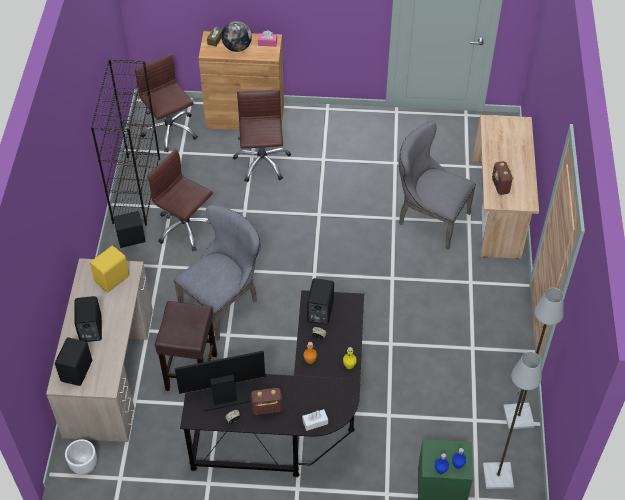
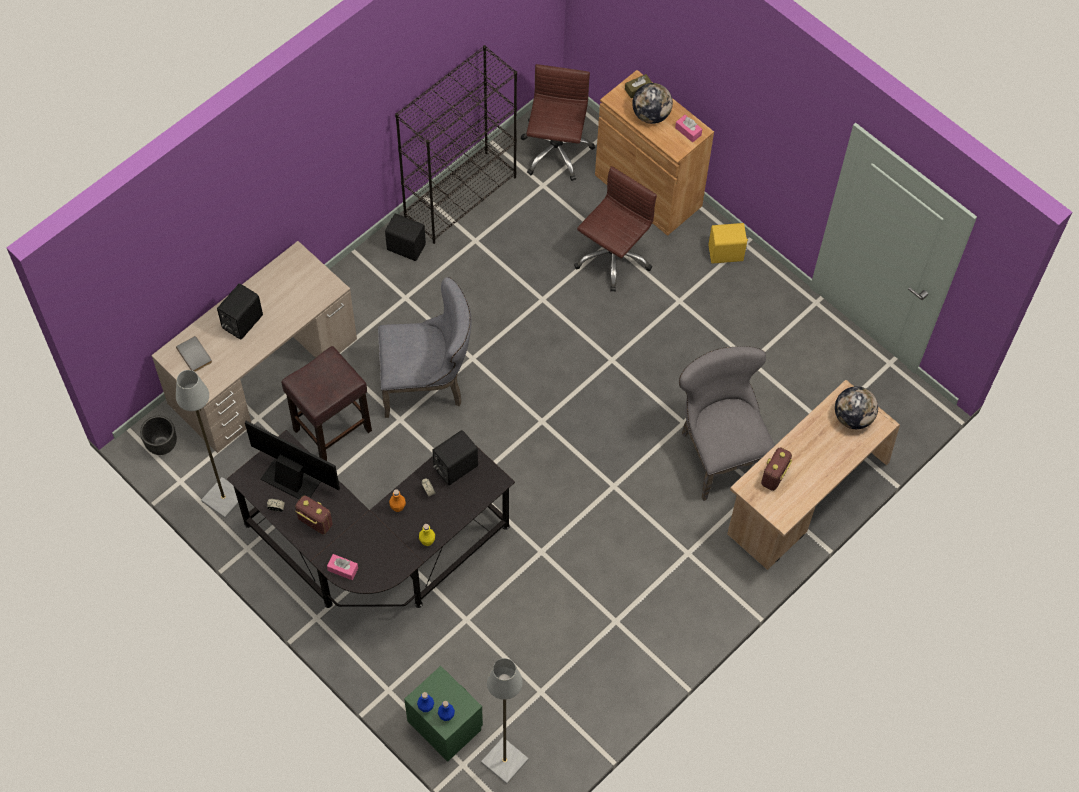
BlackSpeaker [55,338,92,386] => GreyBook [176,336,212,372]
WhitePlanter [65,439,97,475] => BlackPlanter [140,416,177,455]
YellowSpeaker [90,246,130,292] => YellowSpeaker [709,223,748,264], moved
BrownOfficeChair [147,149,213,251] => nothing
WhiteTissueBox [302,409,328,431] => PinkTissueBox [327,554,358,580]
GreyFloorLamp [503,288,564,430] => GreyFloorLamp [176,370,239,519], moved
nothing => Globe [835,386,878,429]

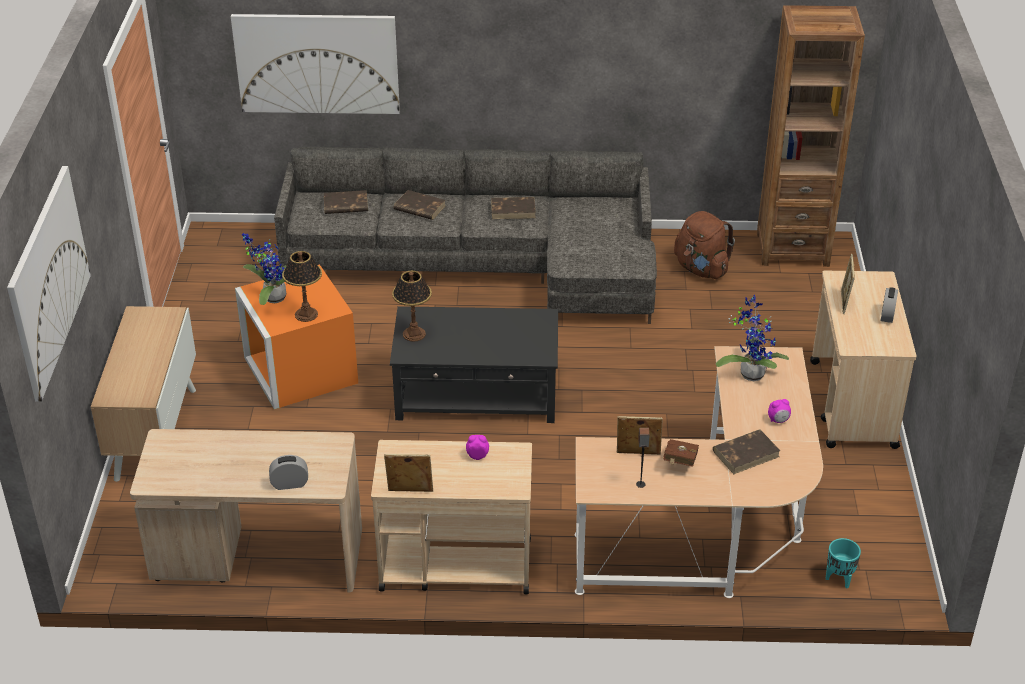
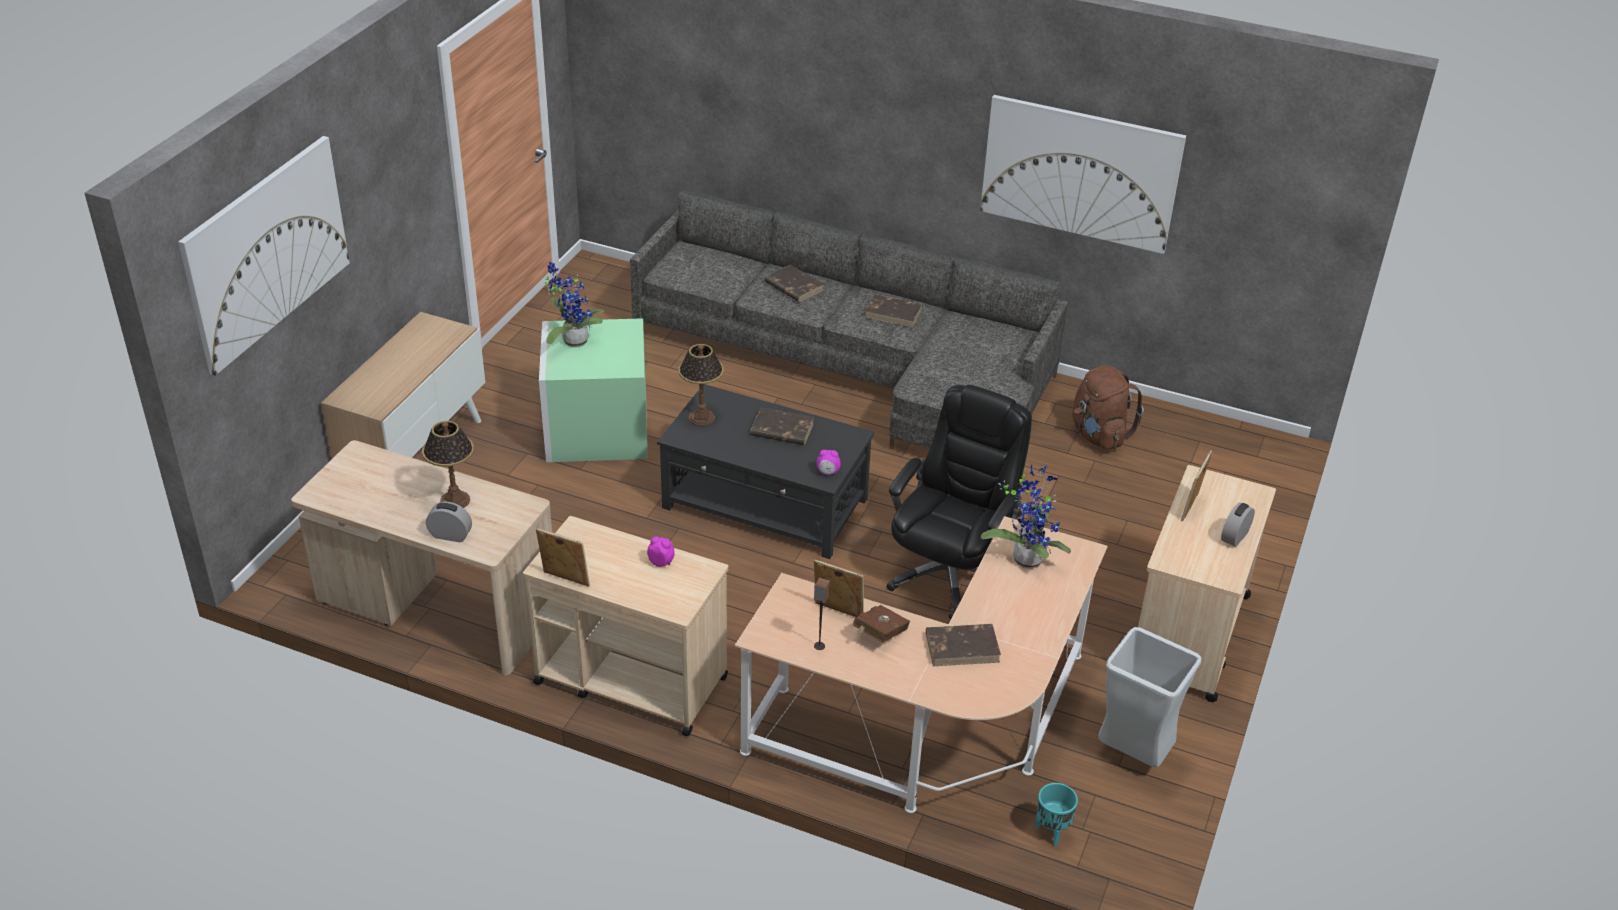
Picture [231,14,400,114] => Picture [980,95,1186,254], moved
OrangeStorageBox [235,264,358,409] => GreenStorageBox [539,318,648,462]
TableLamp [282,251,322,322] => TableLamp [422,421,474,508], moved
BrownBook [324,190,368,214] => BrownBook [750,407,814,445], moved
BrownBookcase [757,5,865,267] => nothing
AlarmClock [768,399,791,423] => AlarmClock [816,450,841,475], moved
nothing => BlackOfficeChair [886,385,1032,619]
nothing => GreyTrashCan [1098,627,1202,767]

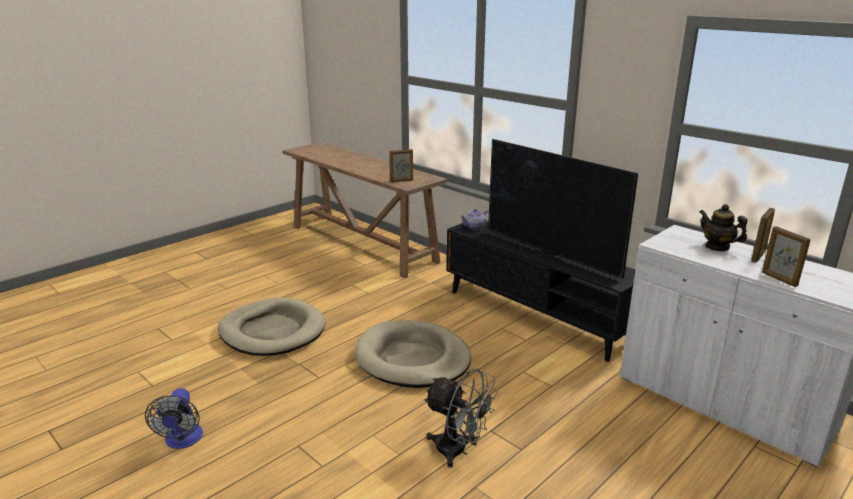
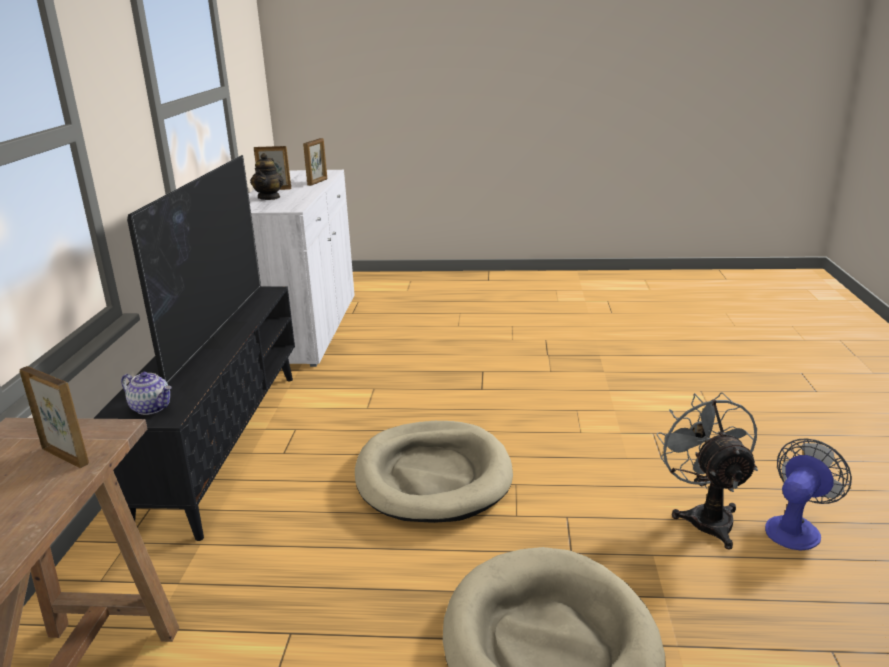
GreyFan [424,369,498,468] => GreyFan [656,392,758,550], moved

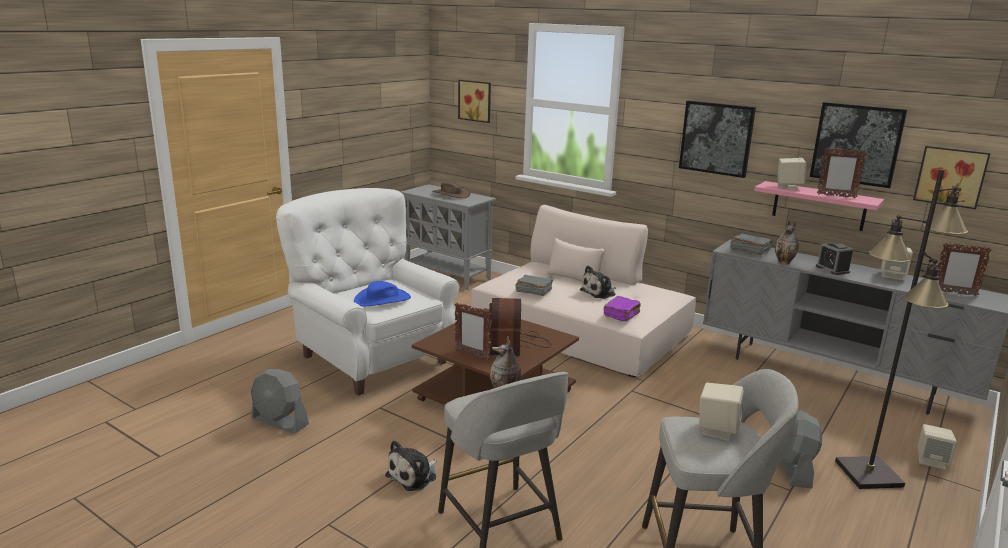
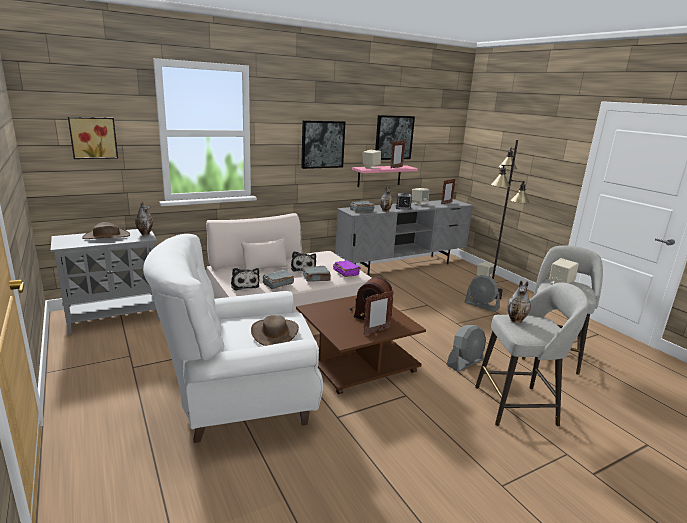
GreyFan [251,369,309,434] => GreyFan [447,325,486,372], moved
BlueHat [354,281,411,306] => BrownHat [251,315,299,346]
PlushToy [385,440,437,491] => PlushToy [231,268,259,291], moved
Picture [913,146,991,209] => nothing
nothing => Vase [135,201,153,236]
nothing => GreyBook [302,266,331,282]

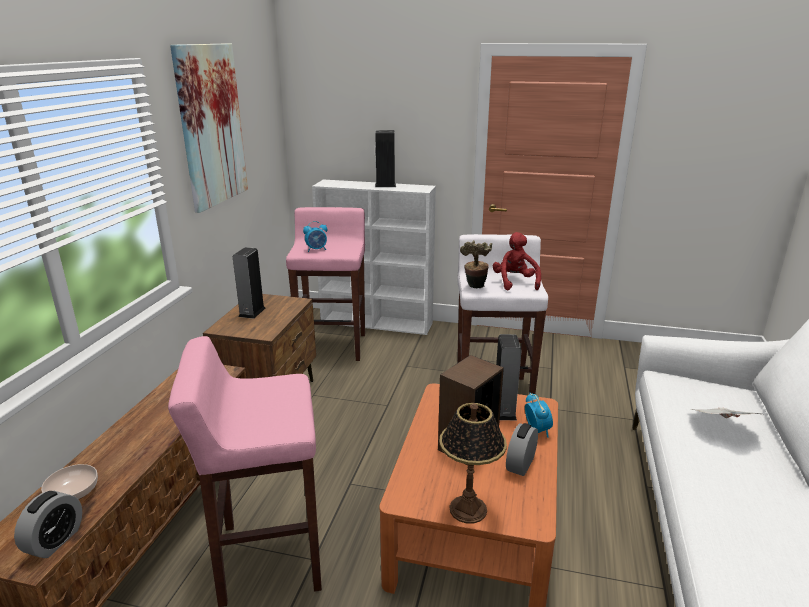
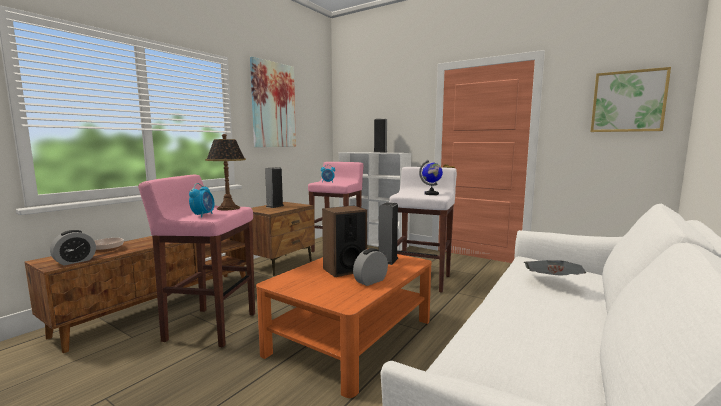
TableLamp [439,403,507,523] => TableLamp [205,134,246,210], moved
PottedPlant [460,240,492,288] => nothing
RedPlushToy [493,232,541,290] => Globe [419,160,443,195]
AlarmClock [525,393,553,438] => AlarmClock [189,183,215,218], moved
nothing => Picture [591,67,671,132]

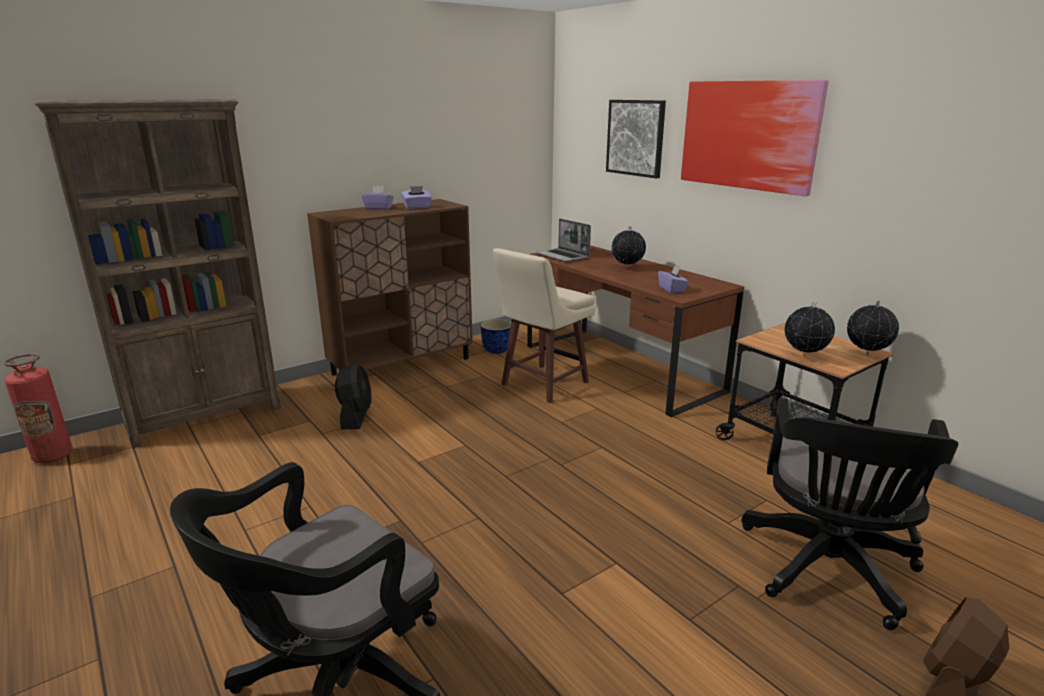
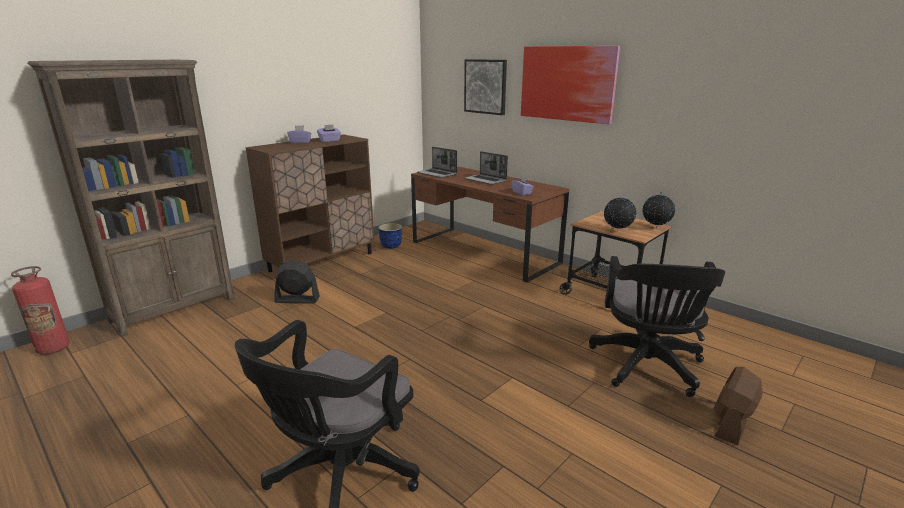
BlackFan [335,363,372,429] => BlackFan [274,261,320,304], 75 degrees counterclockwise
BeigeStool [493,248,596,403] => nothing
Globe [612,226,646,269] => Laptop [465,151,508,185]

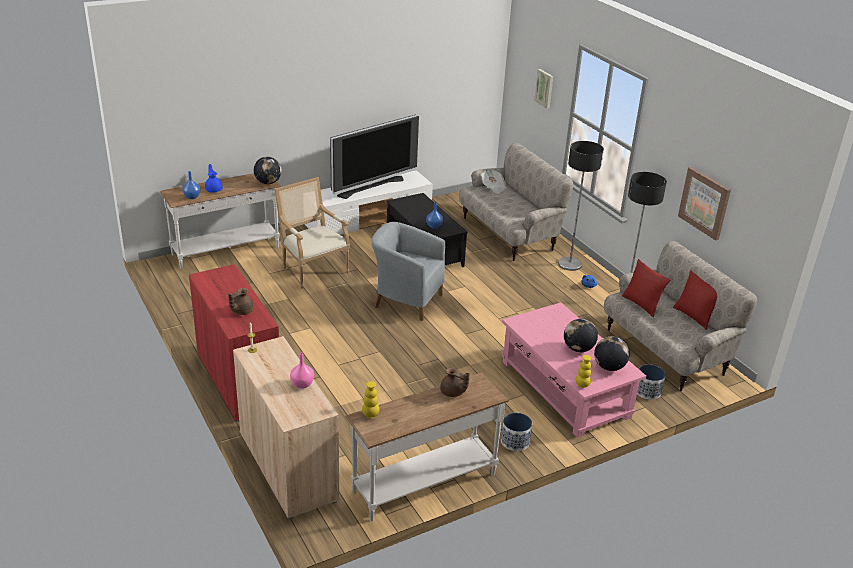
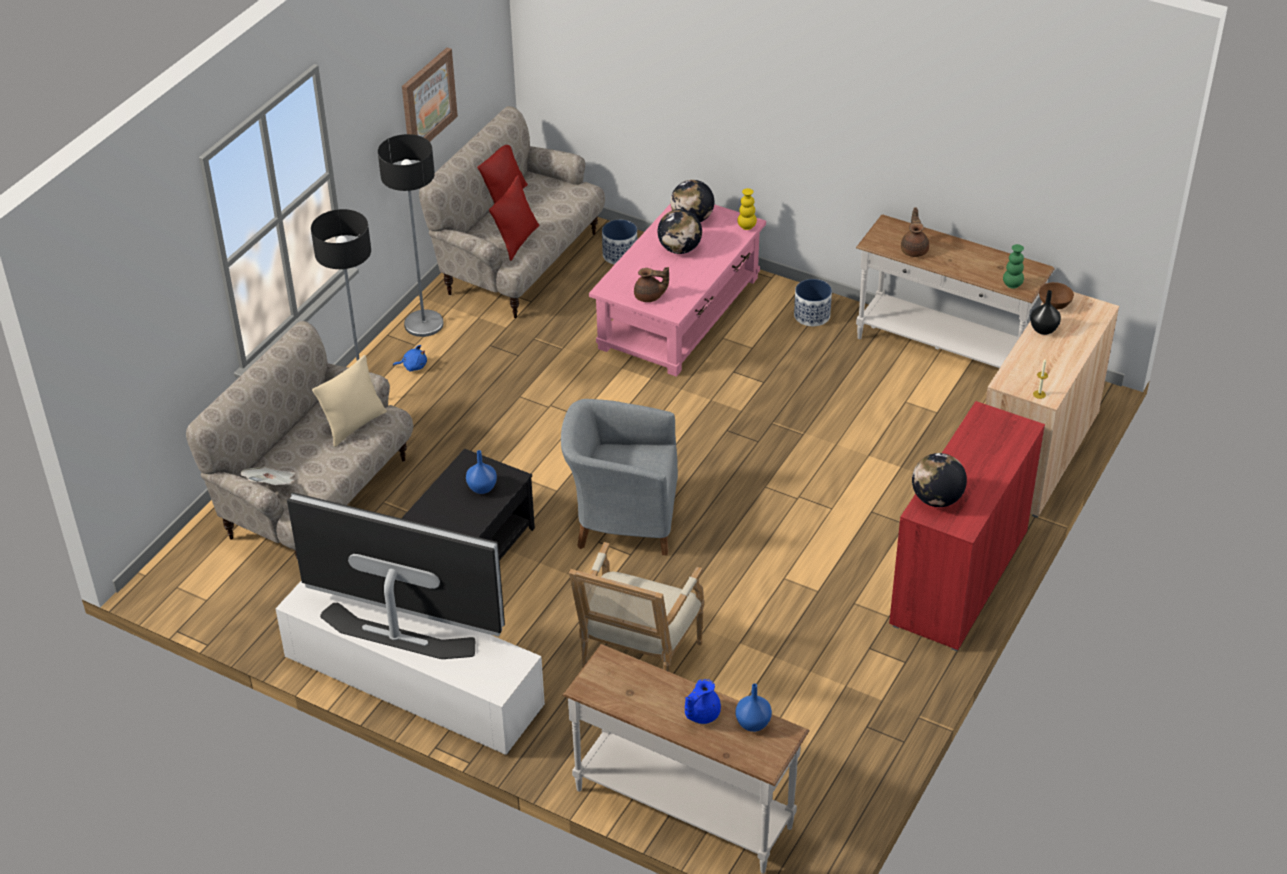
BrownTeapot [228,288,254,315] => BrownTeapot [634,267,669,302], moved
Globe [254,157,282,184] => Globe [912,453,967,507], moved
PinkVase [290,352,314,389] => BlackVase [1030,290,1061,335]
YellowVase [362,381,379,418] => GreenVase [1003,244,1024,289]
GreyArmchair [371,222,446,321] => GreyArmchair [561,399,678,555], 105 degrees clockwise
Picture [534,69,553,109] => nothing
nothing => BeigePillow [312,355,387,447]
nothing => BrownBowl [1039,282,1074,309]

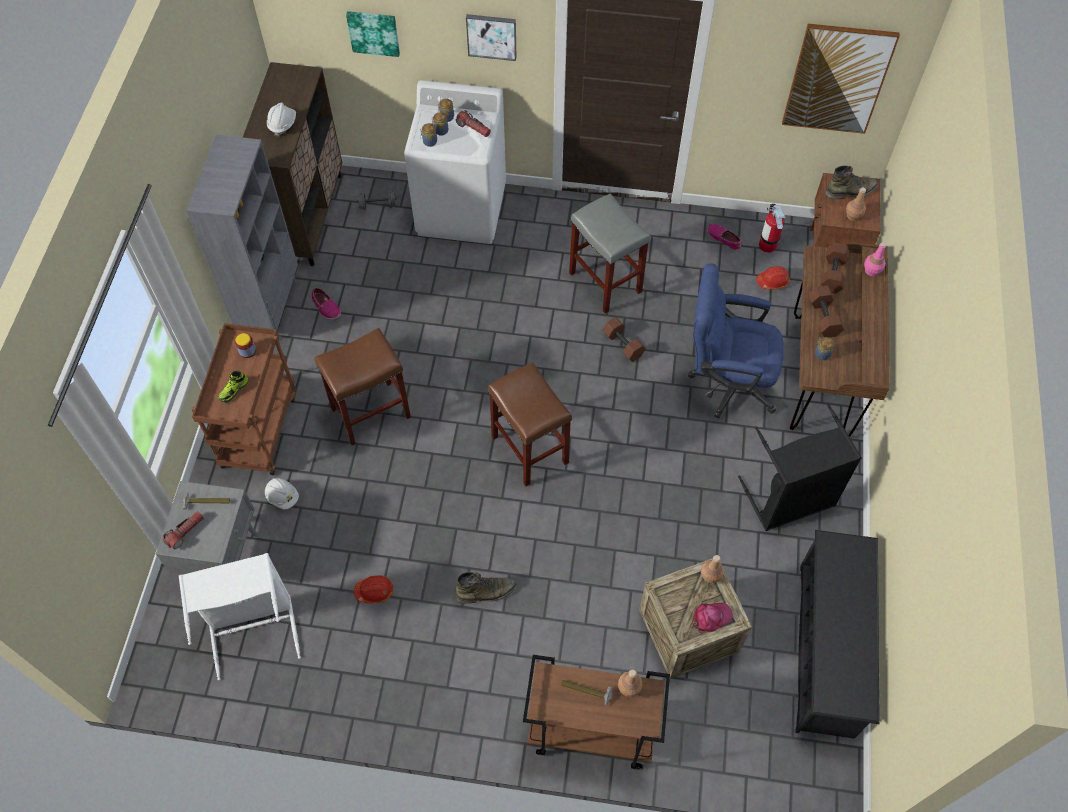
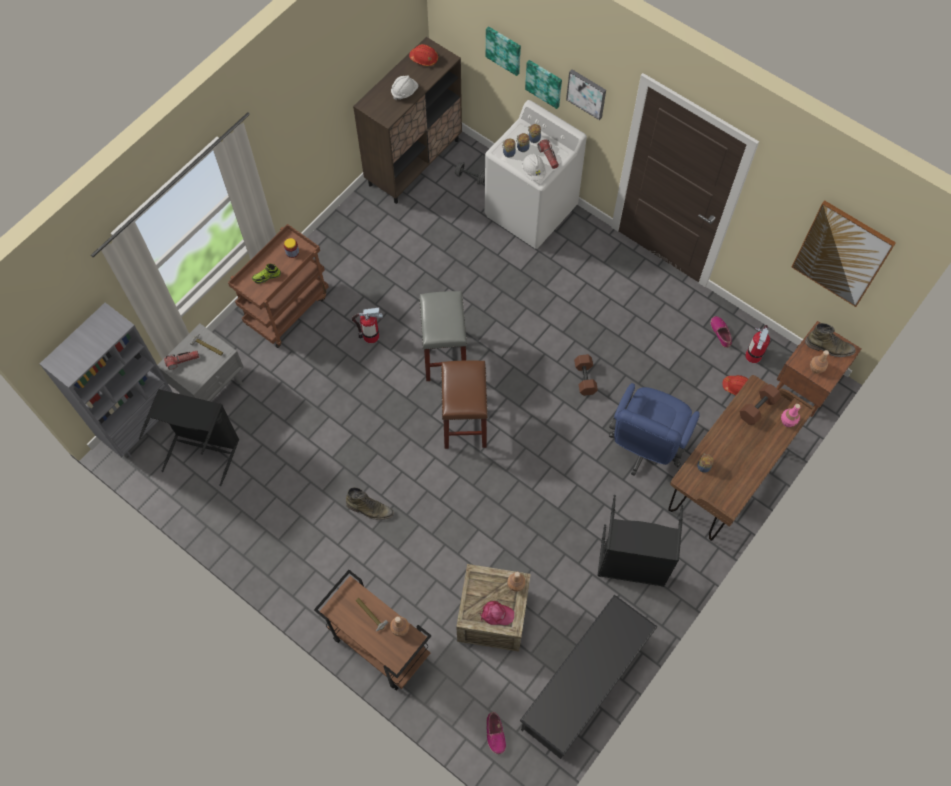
WhiteLaundryBasket [179,553,301,680] => BlackLaundryBasket [139,389,239,486]
GreyBookcase [186,135,298,340] => GreyBookcase [40,302,172,458], moved
WhiteHardHat [265,478,299,509] => WhiteHardHat [522,154,546,181], moved
Shoe [312,288,341,319] => Shoe [486,712,506,754], moved
BrownStool [314,328,411,446] => FireExtinguisher [352,307,383,343]
RedHardHat [354,575,393,603] => RedHardHat [409,44,438,66], moved
GreyStool [569,194,650,313] => GreyStool [419,291,467,381], moved
BlueOfficeChair [688,263,784,418] => BlueOfficeChair [609,383,699,476], 105 degrees counterclockwise
BrownDumbbell [808,286,844,337] => nothing
nothing => Picture [525,60,562,109]

